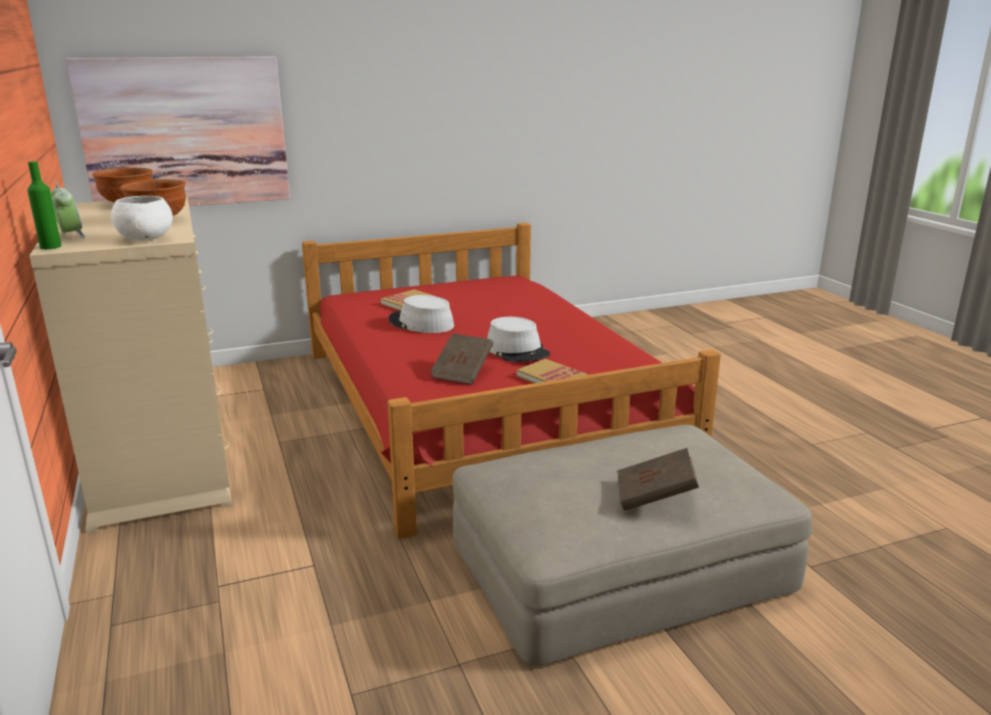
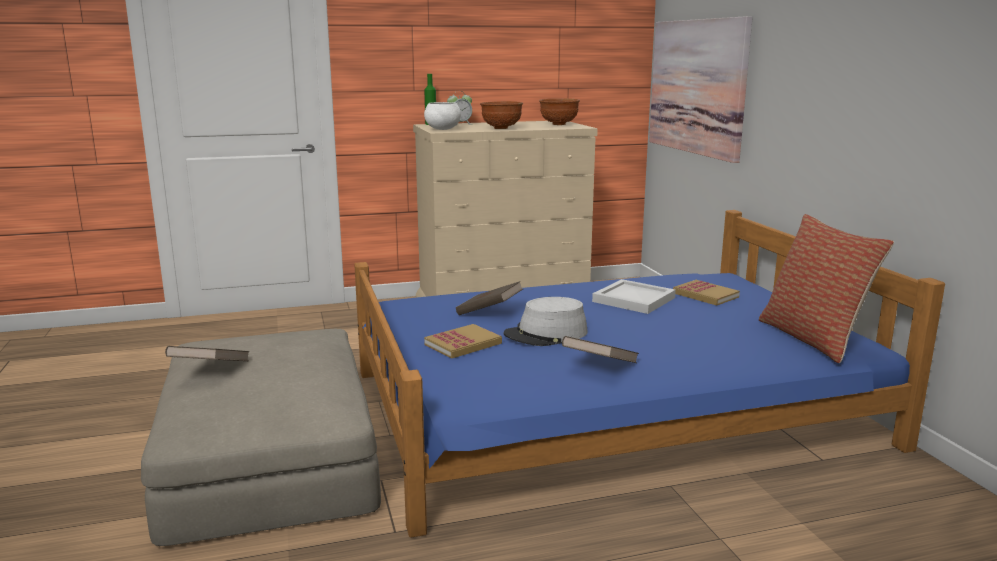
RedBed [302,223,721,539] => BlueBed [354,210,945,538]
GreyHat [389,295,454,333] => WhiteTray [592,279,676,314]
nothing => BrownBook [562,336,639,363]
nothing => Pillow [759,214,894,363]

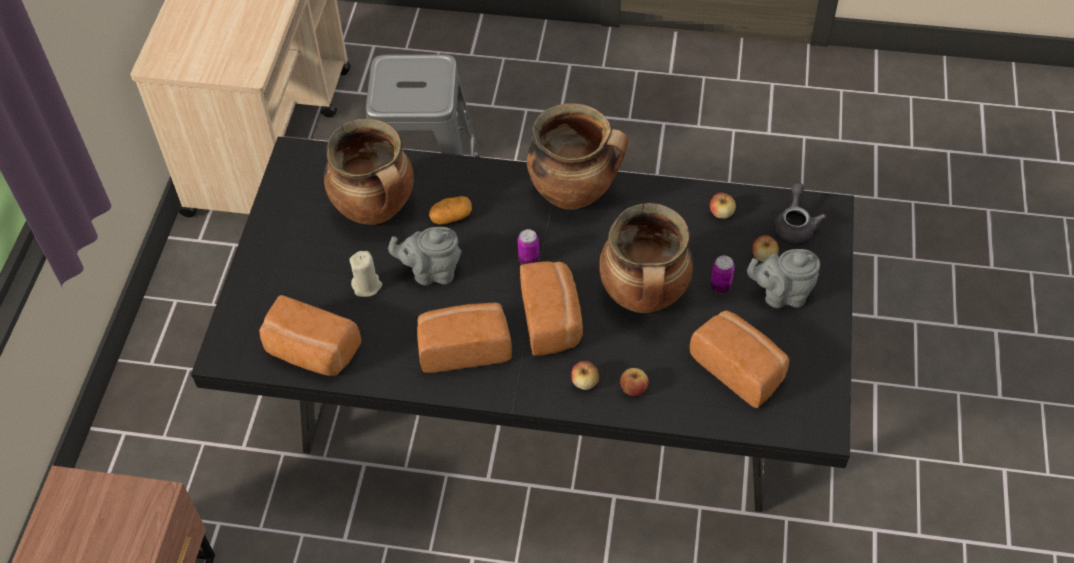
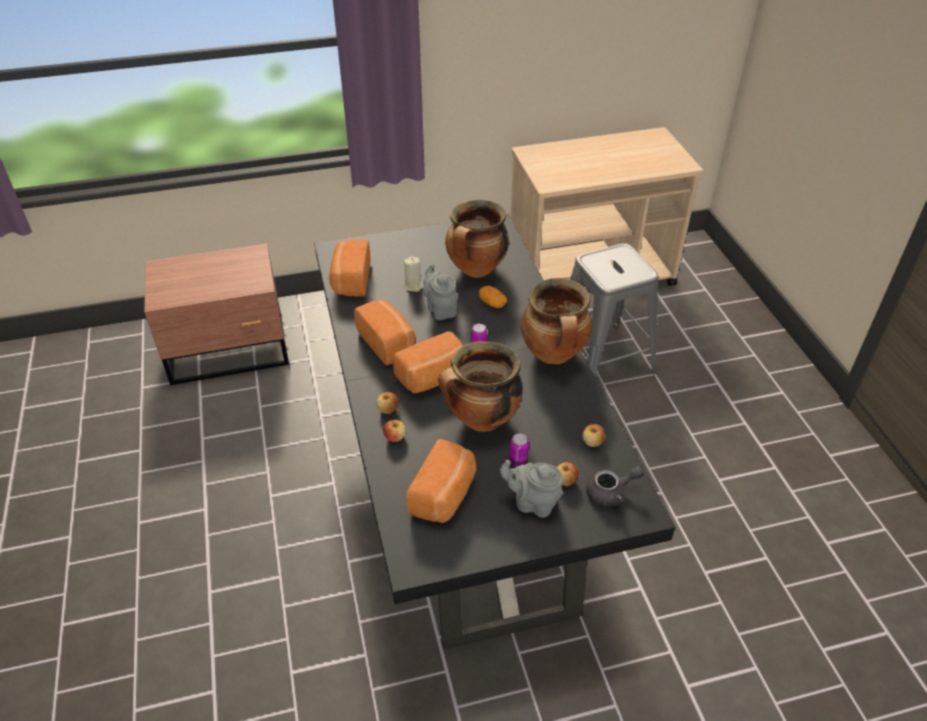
GreyTeapot [747,249,820,308] => GreyTeapot [500,460,563,518], 45 degrees counterclockwise

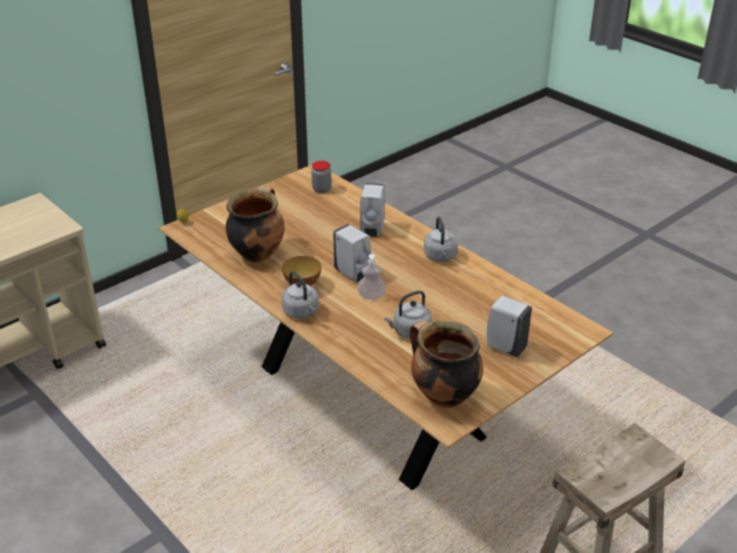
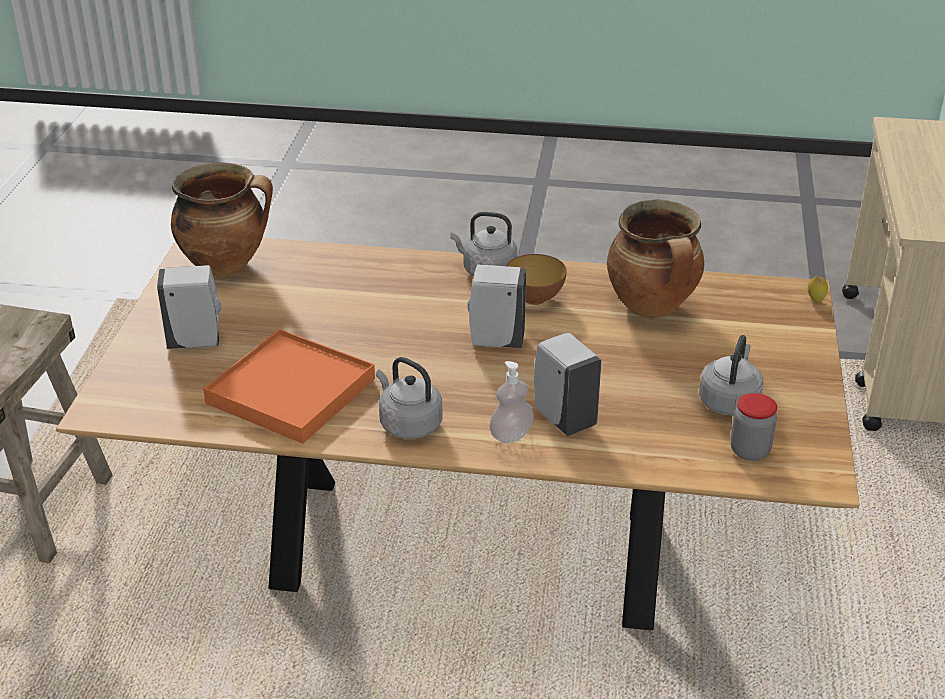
SoapDispenser [358,254,386,300] => SoapDispenser [489,361,534,443], moved
GreyKettle [384,290,432,339] => GreyKettle [699,335,763,416], moved
nothing => OrangeTray [203,329,375,444]

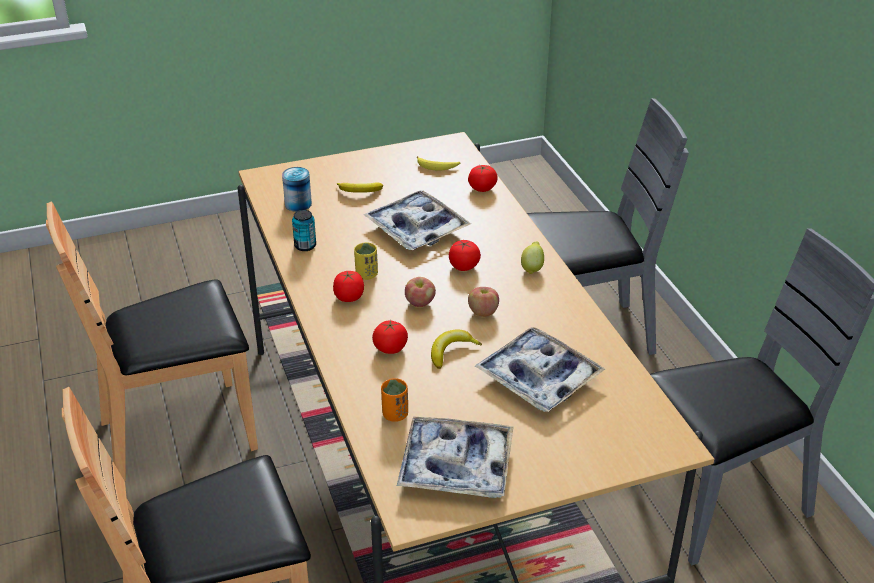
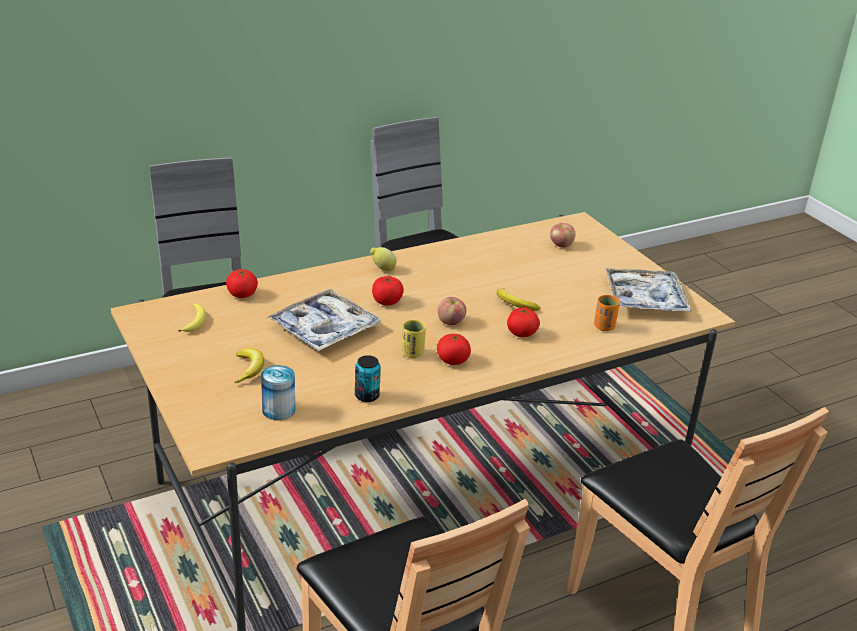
Apple [468,287,499,317] => Apple [550,223,575,248], moved
Tray [474,327,605,412] => nothing

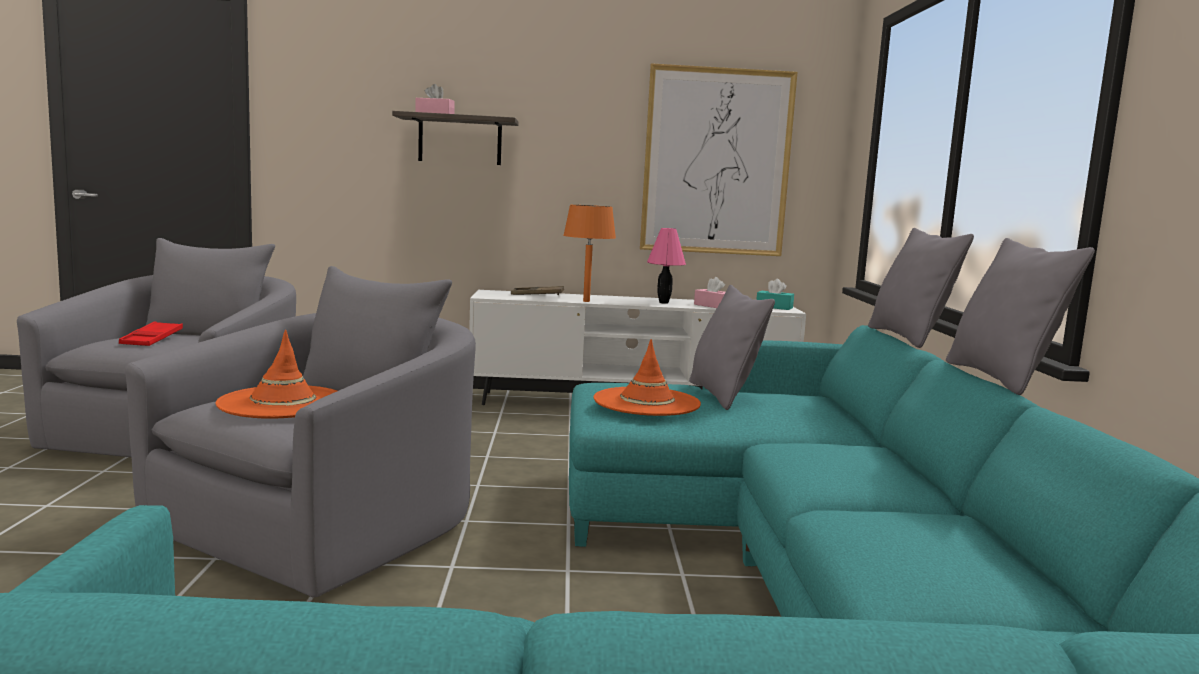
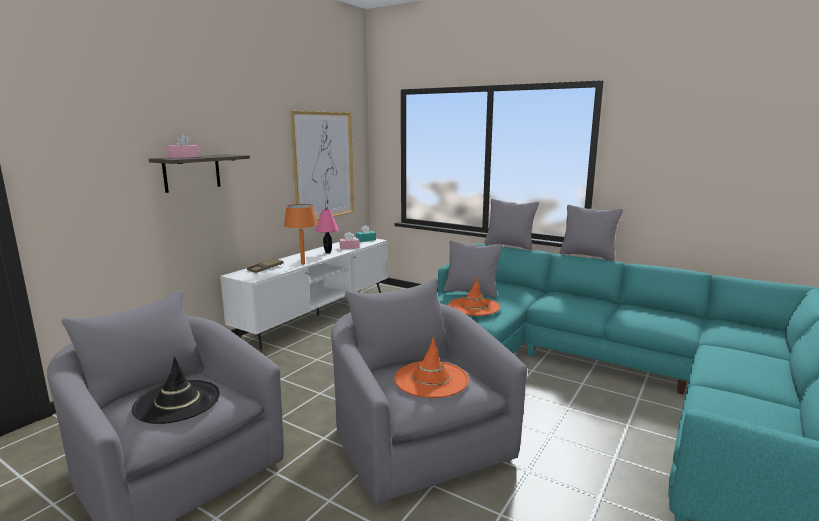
RedTray [119,321,183,346] => BlackHat [132,356,220,424]

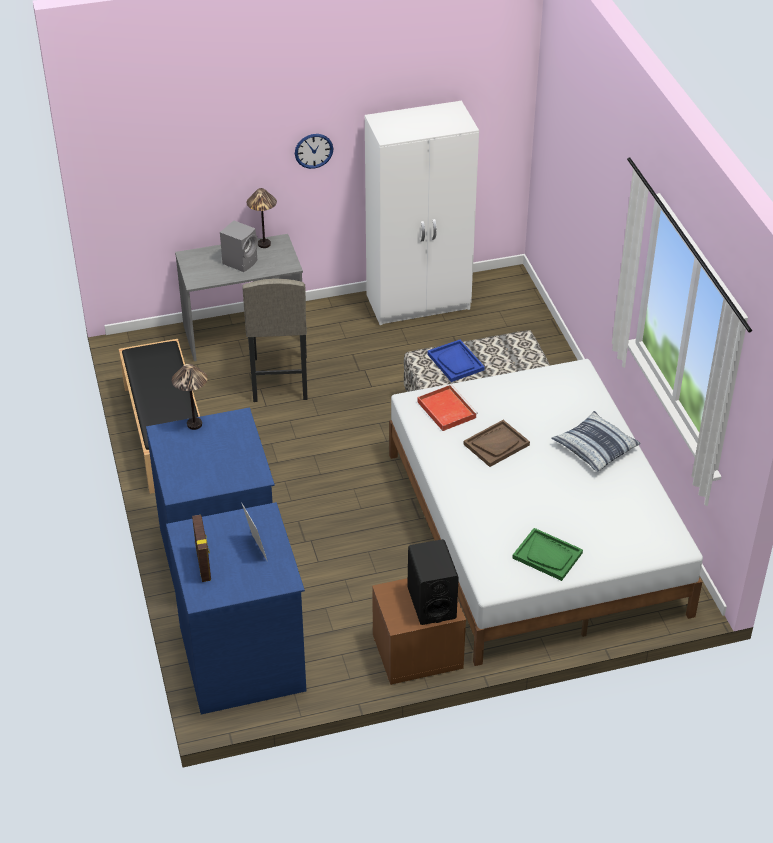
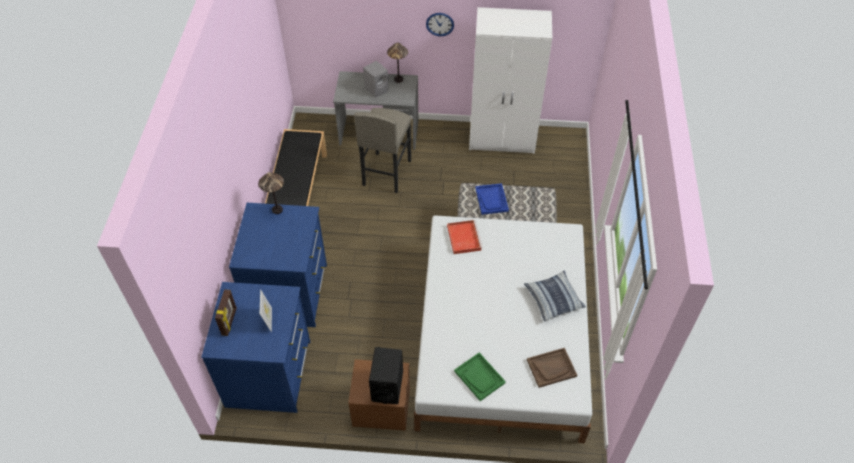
BrownTray [463,420,530,467] => BrownTray [527,348,577,388], moved

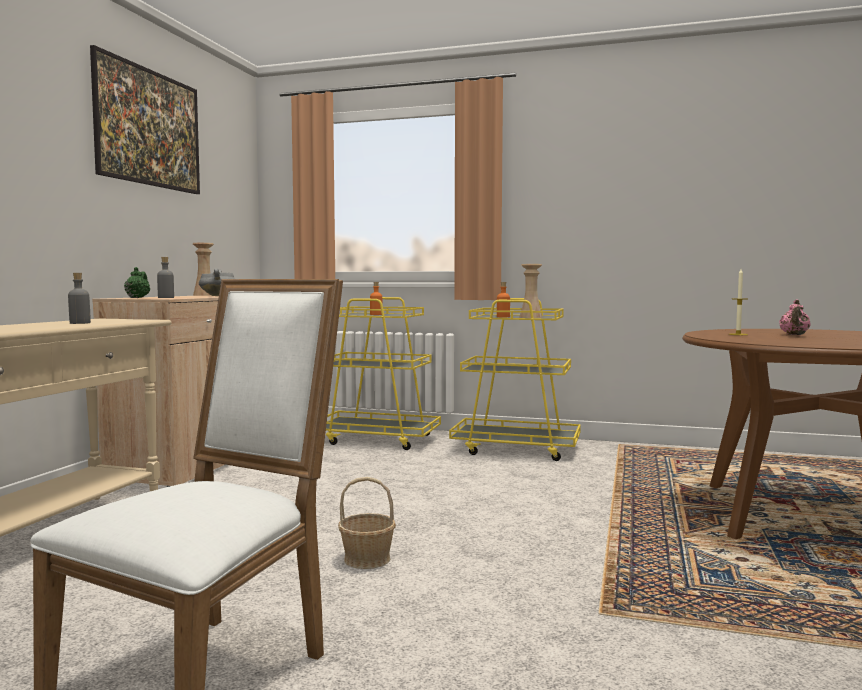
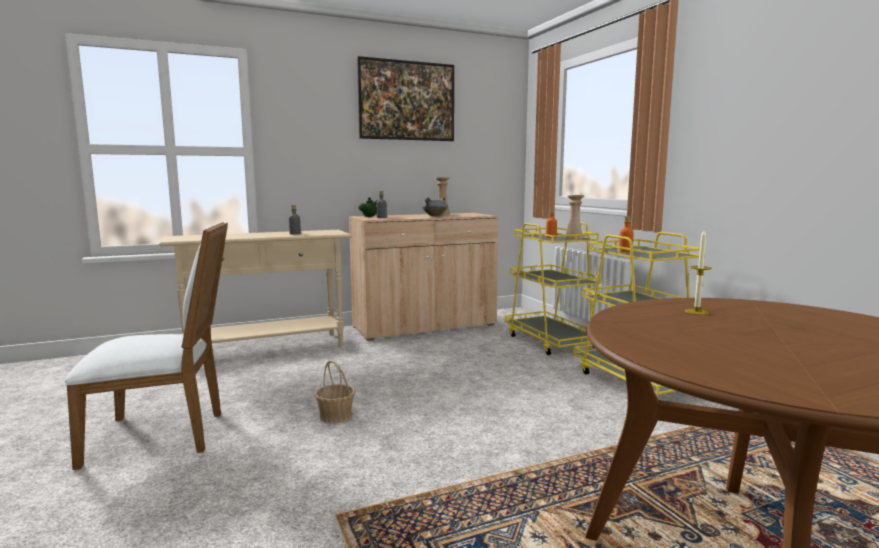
BeigeVase [520,264,542,318] => BeigeVase [565,195,584,239], moved
PinkTeapot [779,299,811,335] => nothing

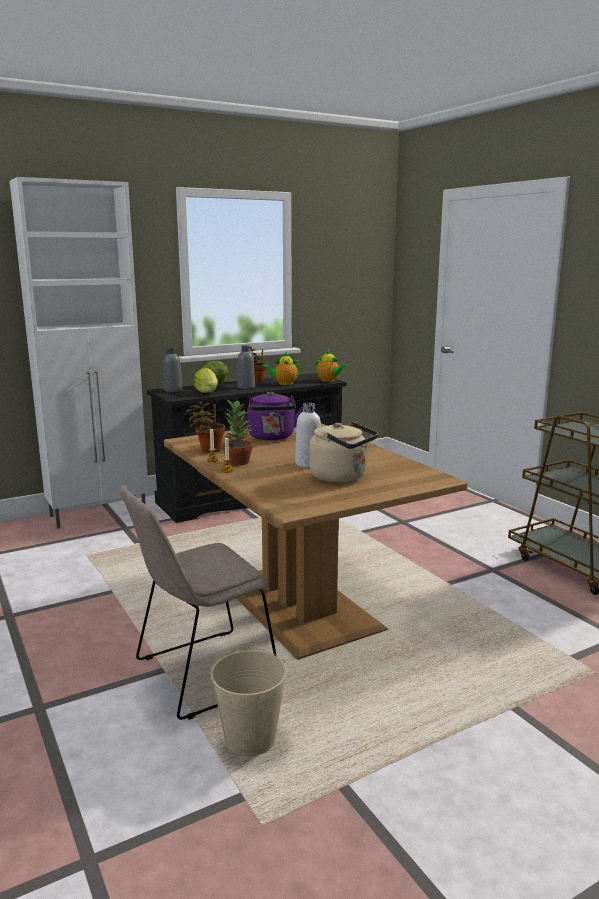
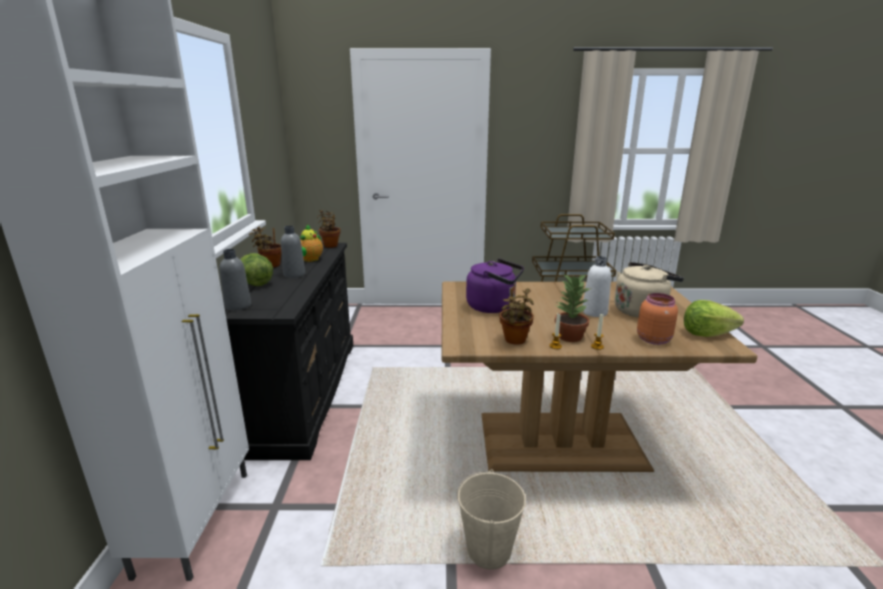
BeigeChair [120,486,277,720] => nothing
Lettuce [194,368,218,393] => Lettuce [684,300,744,337], moved
BeigeBucket [211,648,287,756] => BeigeBucket [457,469,526,570], moved
Teapot [315,349,348,382] => PottedPlant [317,209,340,248]
nothing => OrangeJar [637,293,678,345]

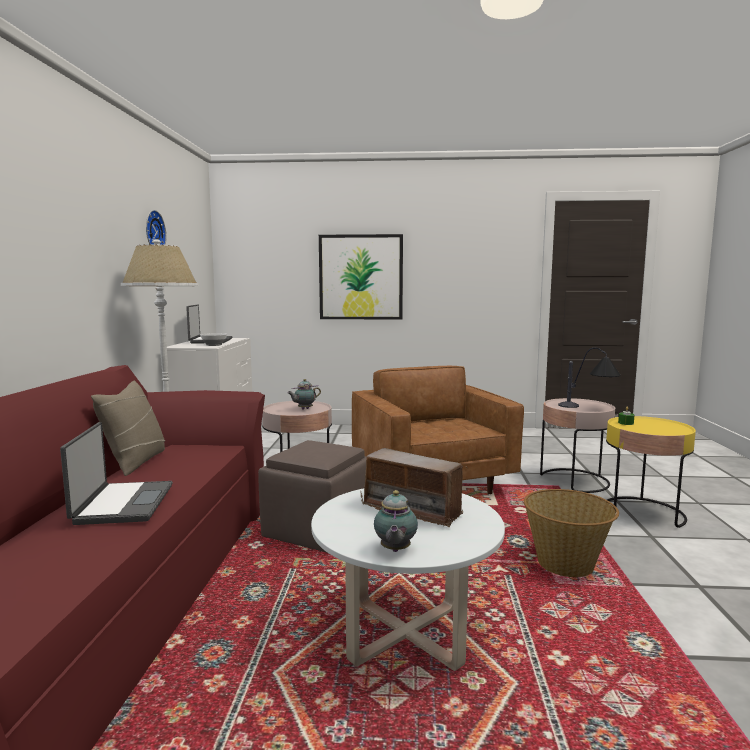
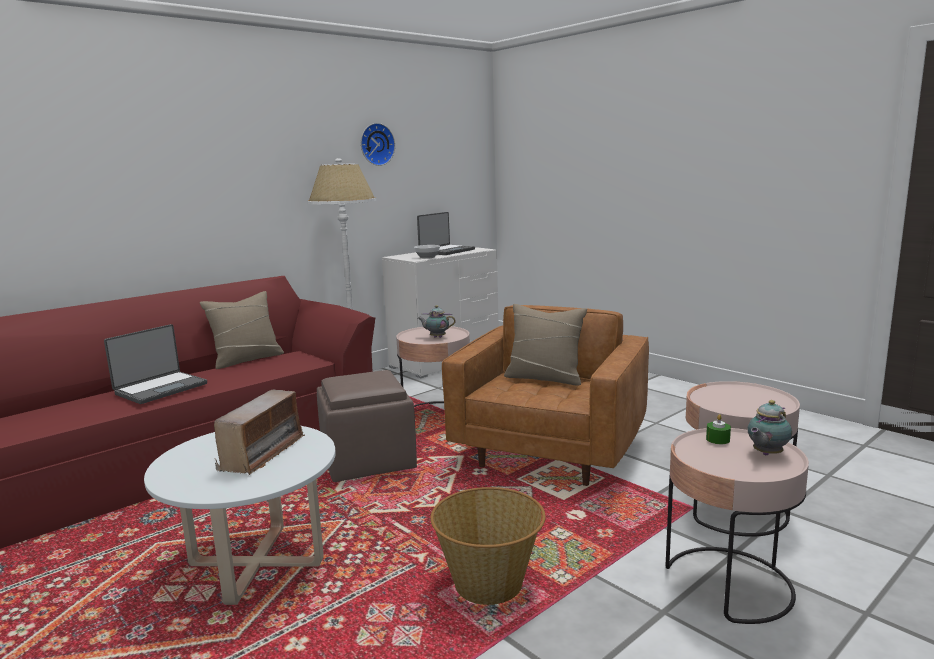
Picture [319,234,403,320] => nothing
Radio [360,448,467,527] => Radio [214,390,305,475], 150 degrees counterclockwise
Teapot [374,490,418,552] => Teapot [748,400,792,455], moved
TableLamp [558,348,620,408] => nothing
YellowSideTable [606,416,696,528] => PinkSideTable [666,428,809,624]
nothing => BeigePillow [504,304,587,385]

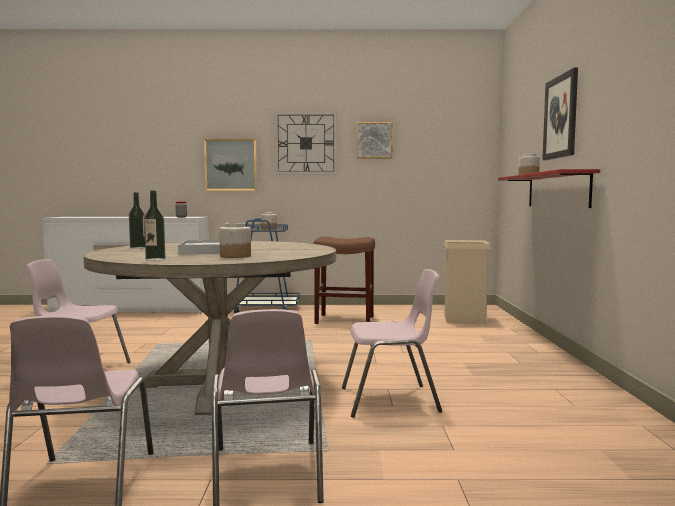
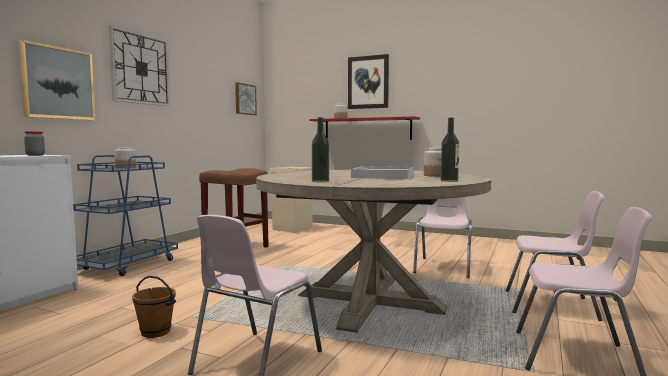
Picture [357,122,393,158] => Picture [235,82,257,115], moved
nothing => BrownBucket [132,276,176,338]

